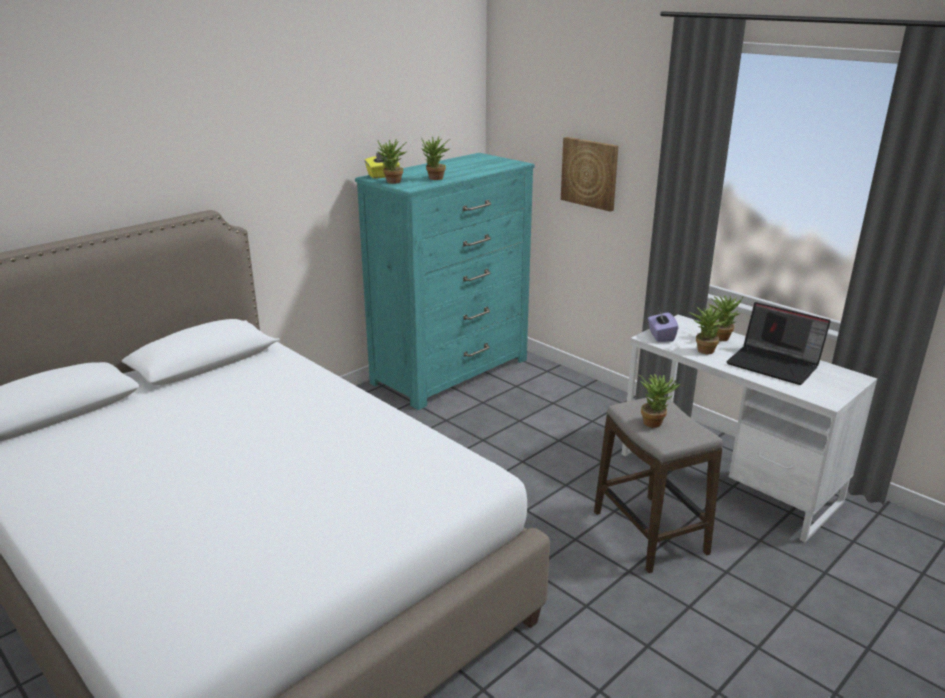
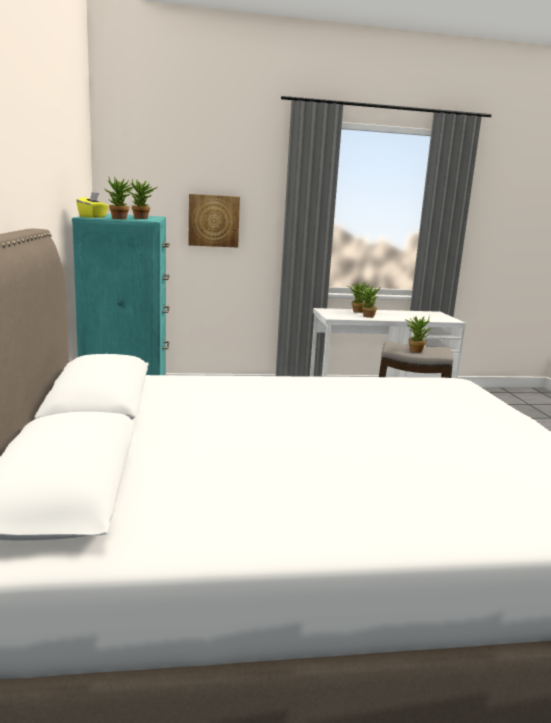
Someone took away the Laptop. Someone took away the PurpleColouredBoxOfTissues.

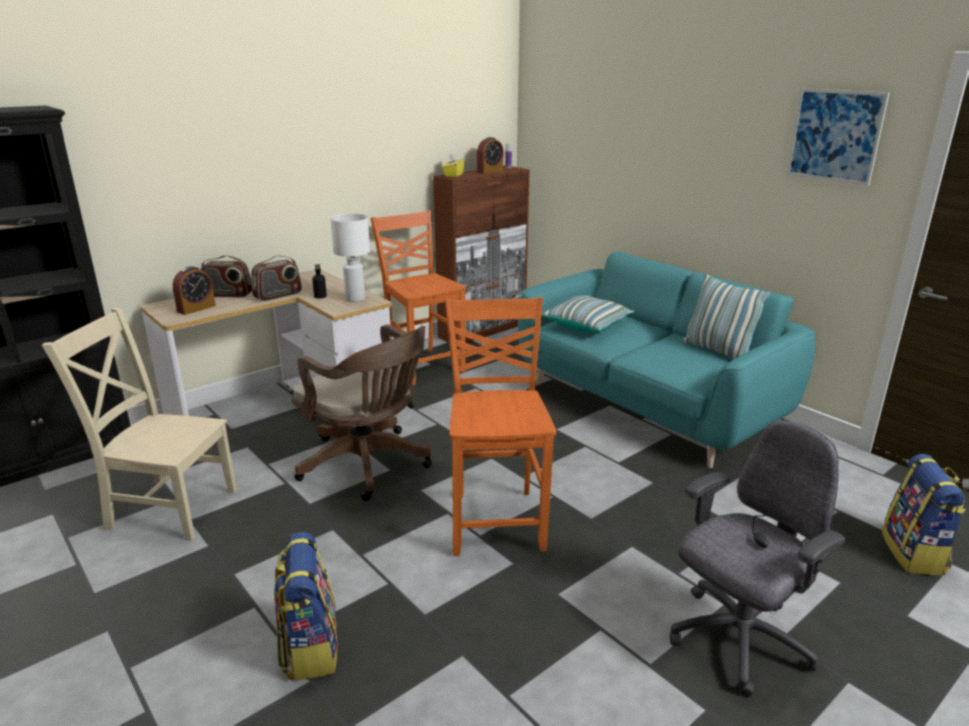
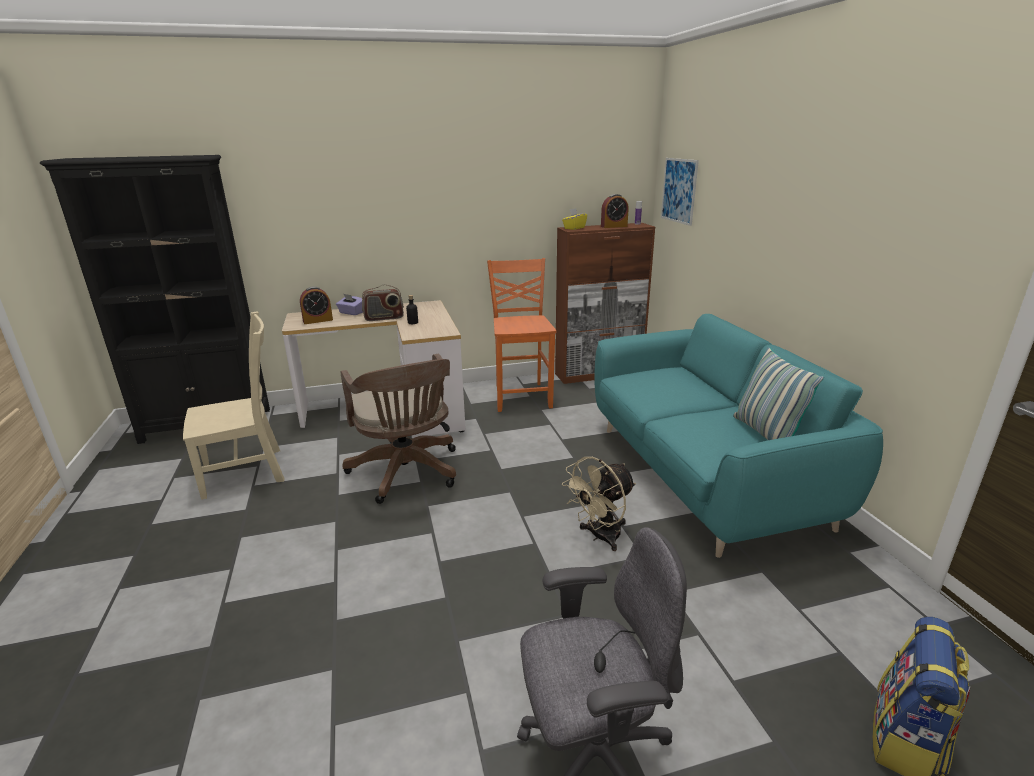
Someone carried the WallArt. Someone took away the WhiteColouredTableLamp. Someone swapped the RadioSet (1st from left) for the PurpleColouredBoxOfTissues. Someone took away the Cushion (1st from left). Someone took away the OrangeColouredPlainChair (2nd from left). Someone rotated the BeigeColouredPlainChair by 120 degrees clockwise. Someone took away the Knapsack (1st from left). Someone put down the BeigeColouredCoolingFan.

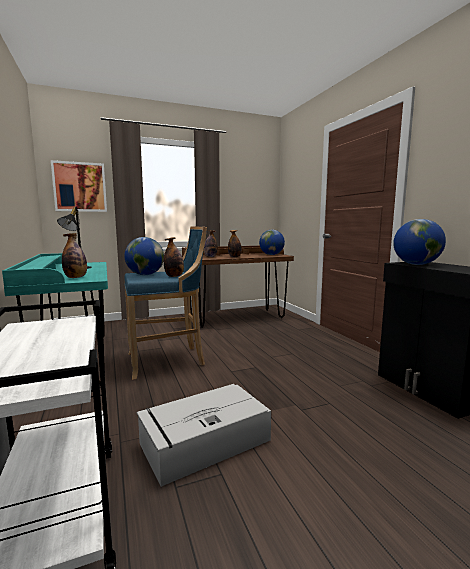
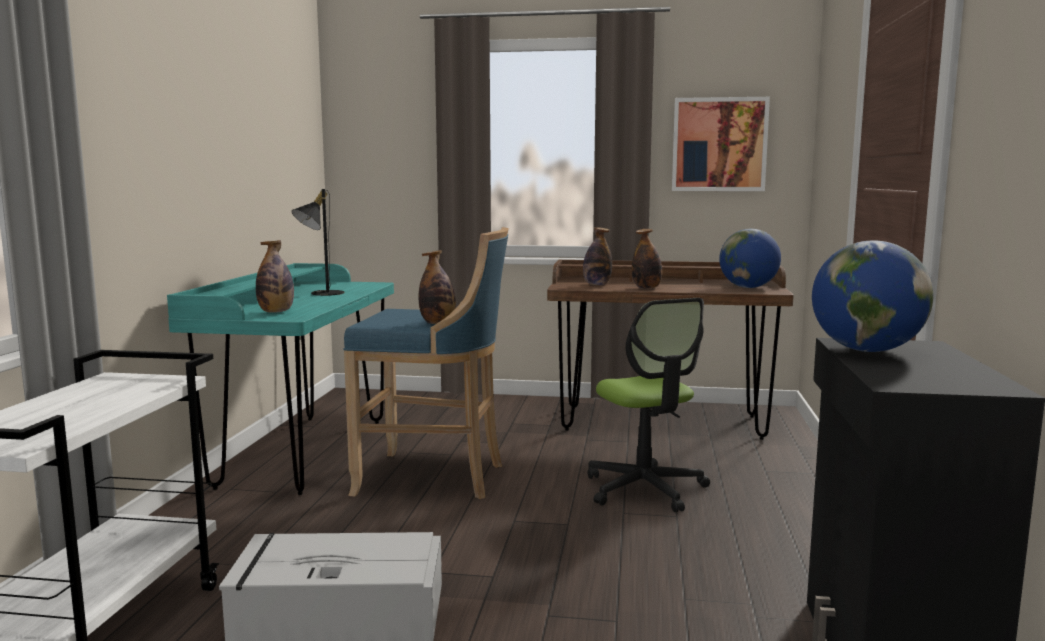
Someone carried the WallArt. Someone took away the DeskGlobe (1st from left). Someone put down the OfficeChair.

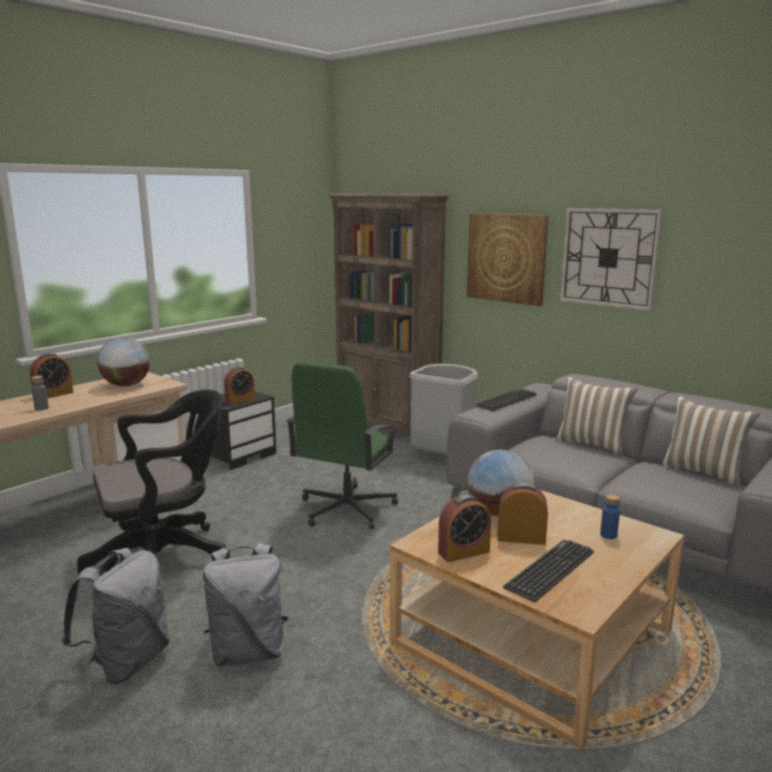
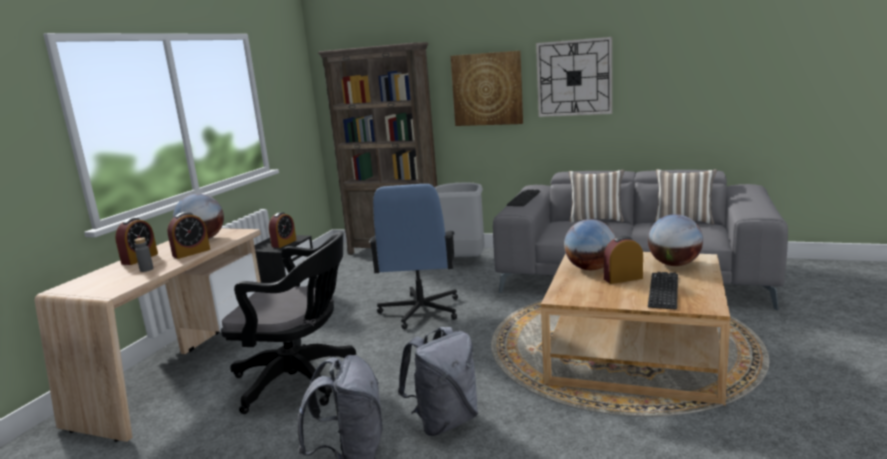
Someone repainted the GreenOfficeChair, which became the BlueOfficeChair. Someone rotated the BlackColouredOfficeChair by 60 degrees clockwise. Someone swapped the BlueBottle for the DeskGlobe (3rd from left). Someone carried the TableClock (3rd from left in the first image).

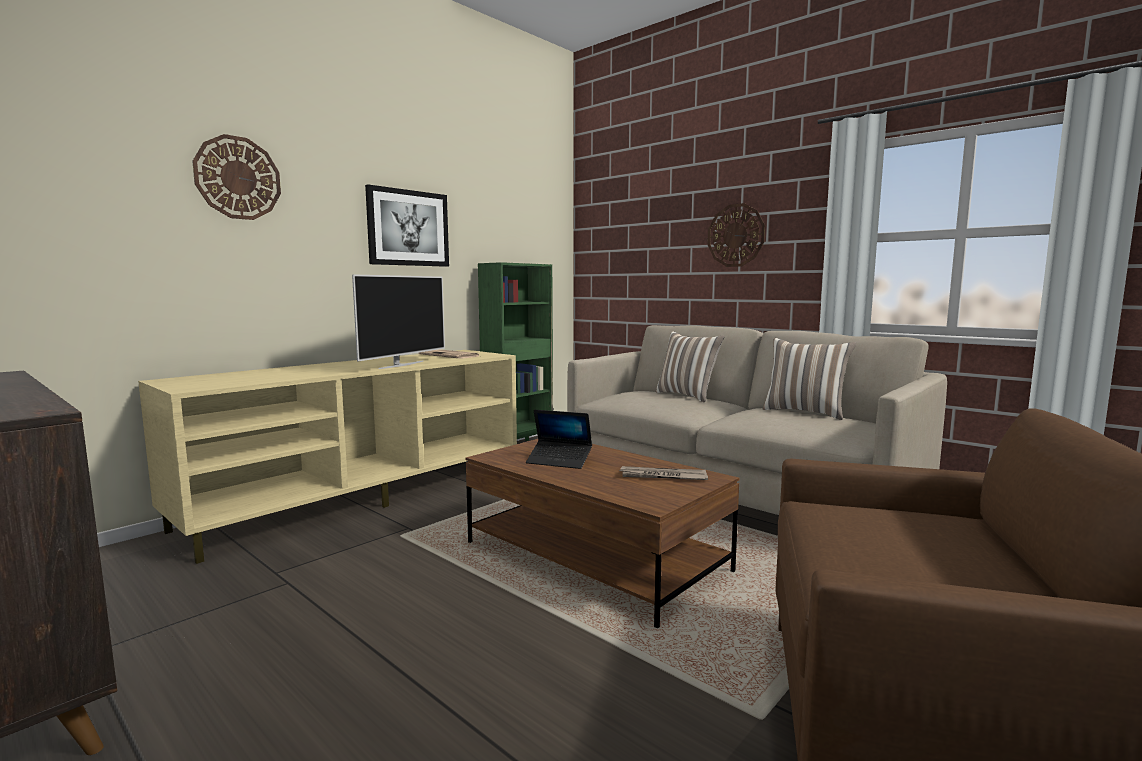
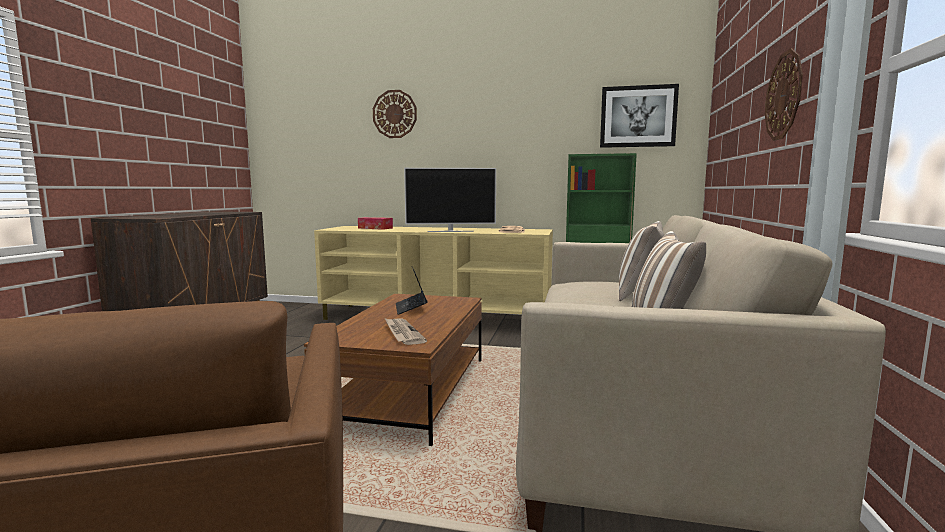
Someone carried the WallArt. Someone put down the BoxOfTissues.

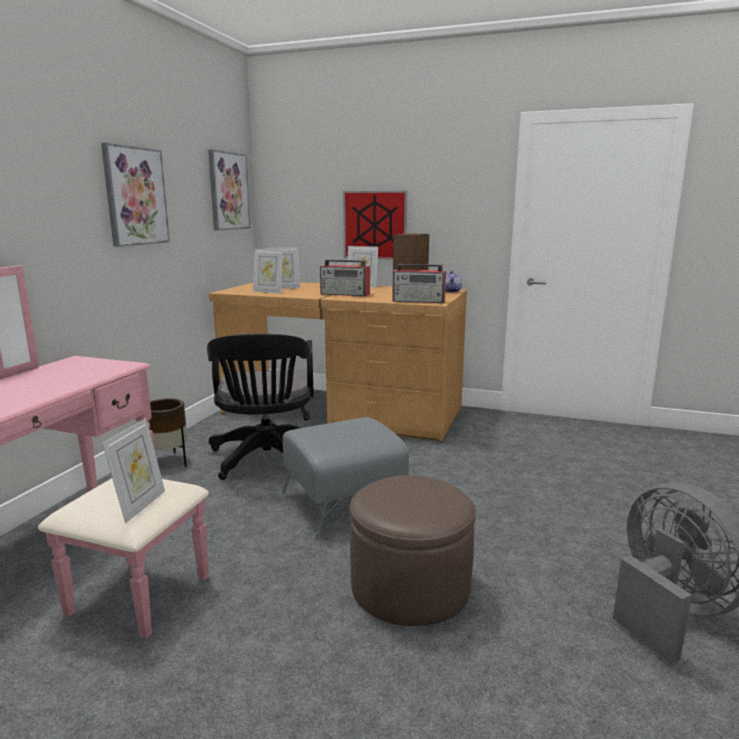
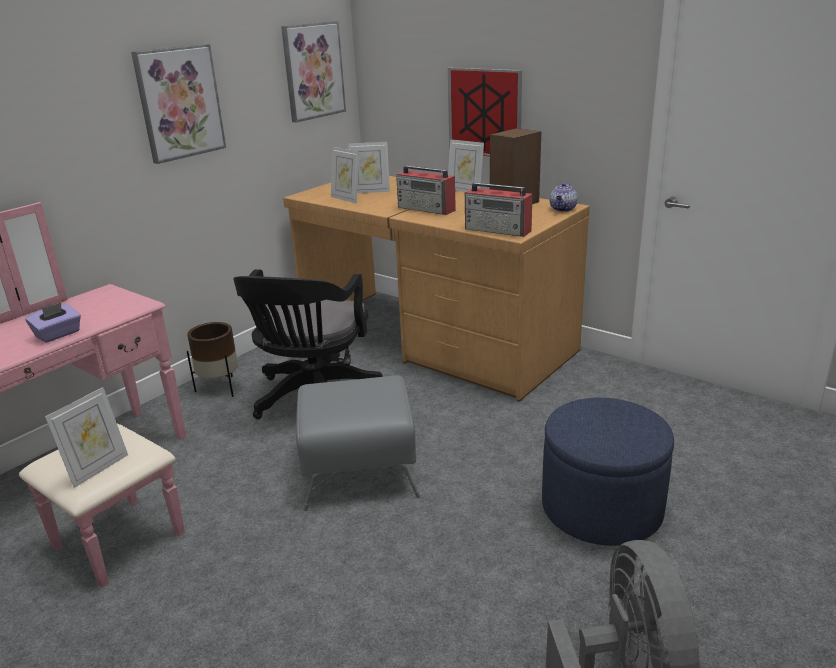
Someone took away the BrownishFootrest. Someone put down the PurpleColouredBoxOfTissues. Someone put down the BlueFootrest.

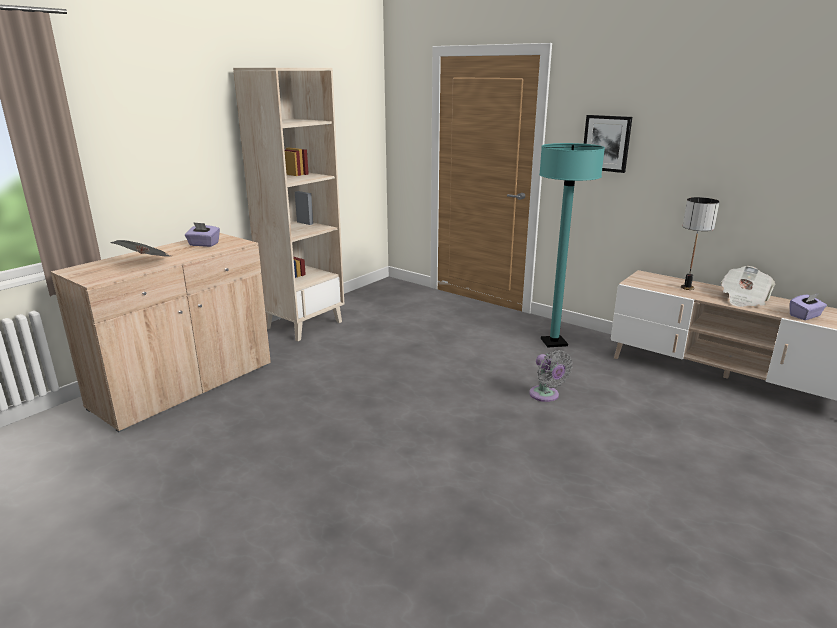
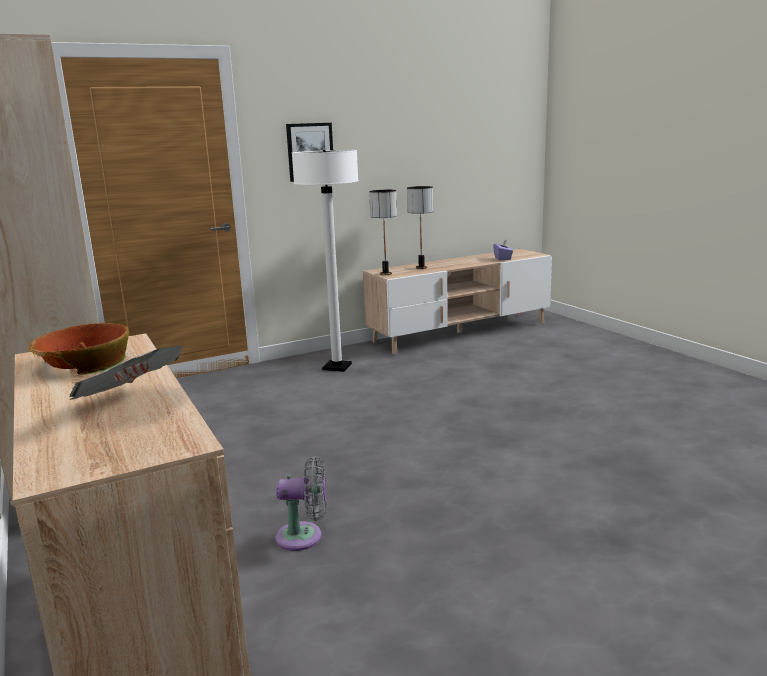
Someone repainted the TurquoiseColouredStandingLamp, which became the WhiteColouredStandingLamp. Someone swapped the PurpleColouredBoxOfTissues (1st from left) for the Bowl. Someone took away the Newspaper (2nd from left). Someone carried the GreyishCoolingFan. Someone put down the TableLamp (1st from left).

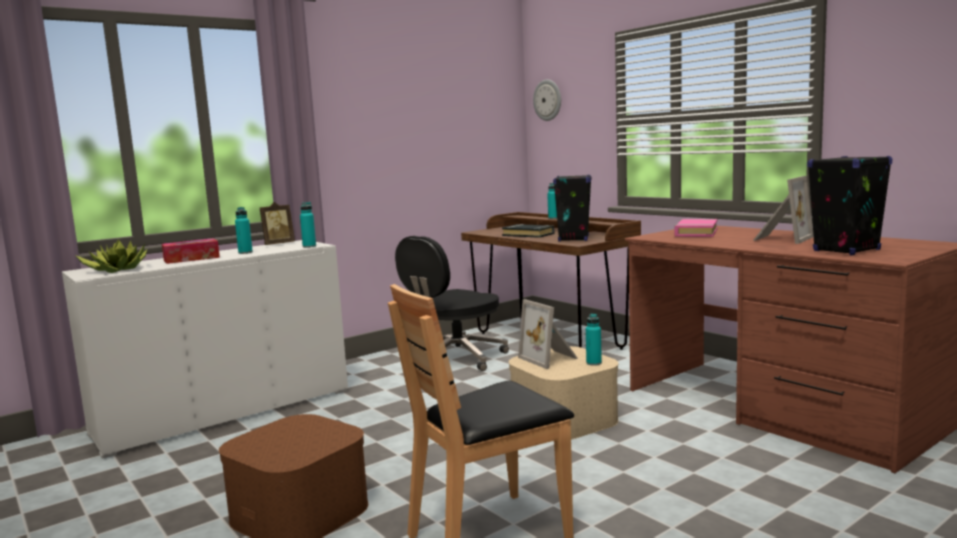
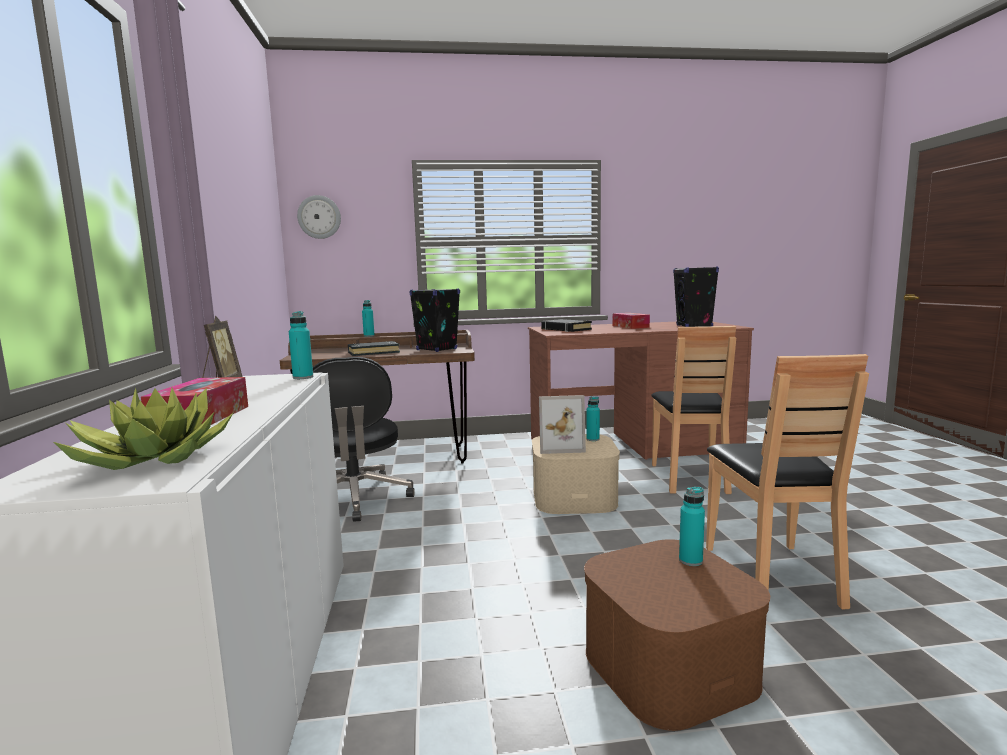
Someone swapped the StandingFrame (3rd from left) for the BoxOfTissues (2nd from left). Someone carried the TurquoiseColouredBottle (1st from left in the first image). Someone repainted the PinkColouredBook, which became the BlackColouredBook (2nd from left). Someone put down the BrownishPlainChair (1st from left).

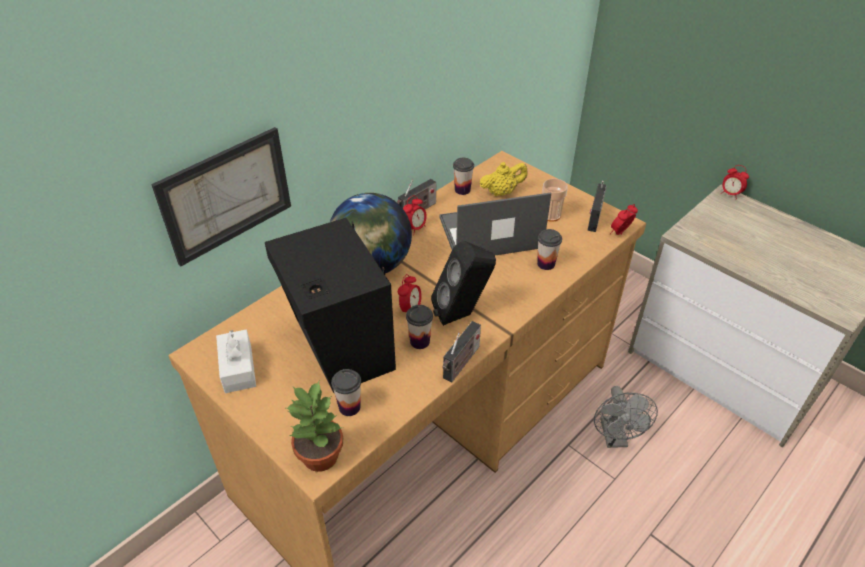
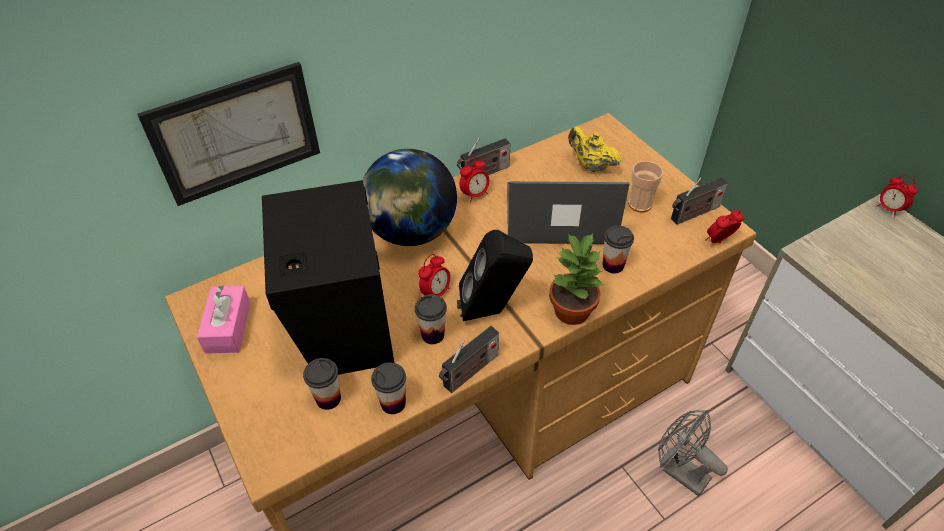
Someone carried the SmallCup (3rd from left in the first image). Someone rotated the YellowPotForTea by 135 degrees counterclockwise. Someone rotated the RadioSet (3rd from left) by 150 degrees counterclockwise. Someone repainted the WhiteColouredBoxOfTissues, which became the PinkColouredBoxOfTissues. Someone carried the Houseplant. Someone rotated the GreyishCoolingFan by 120 degrees clockwise.

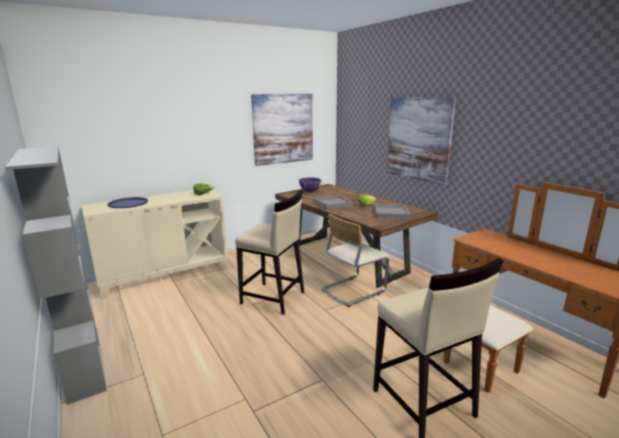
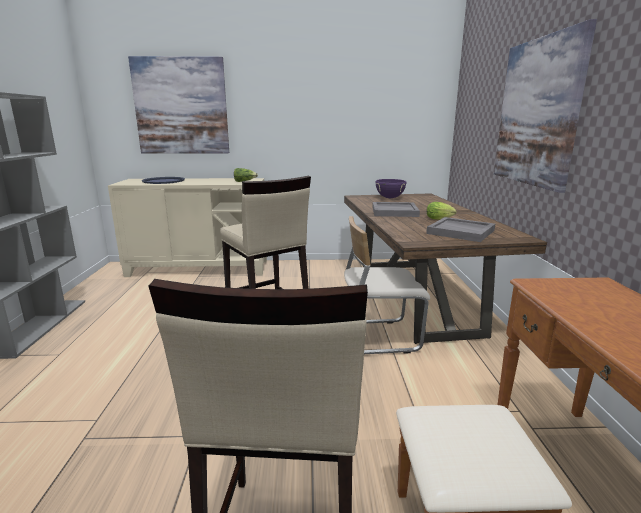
Someone carried the WallArt (1st from left).

